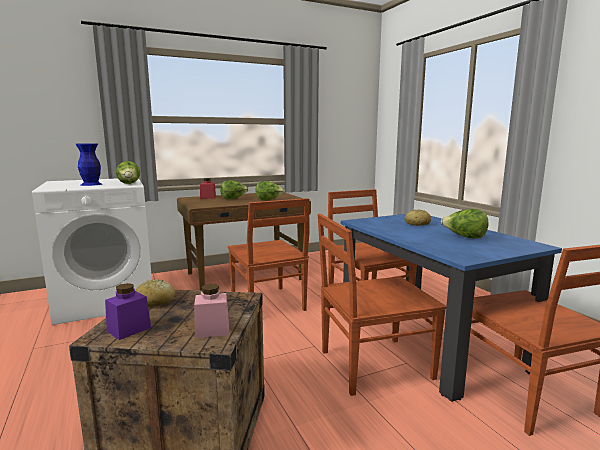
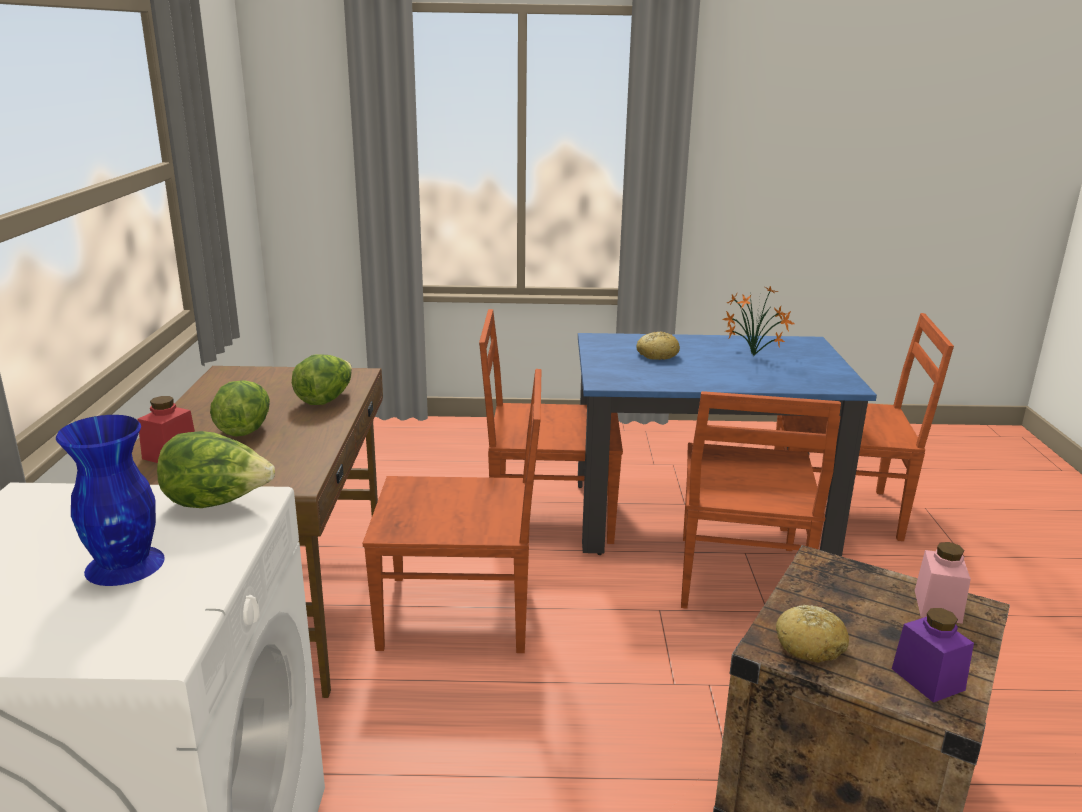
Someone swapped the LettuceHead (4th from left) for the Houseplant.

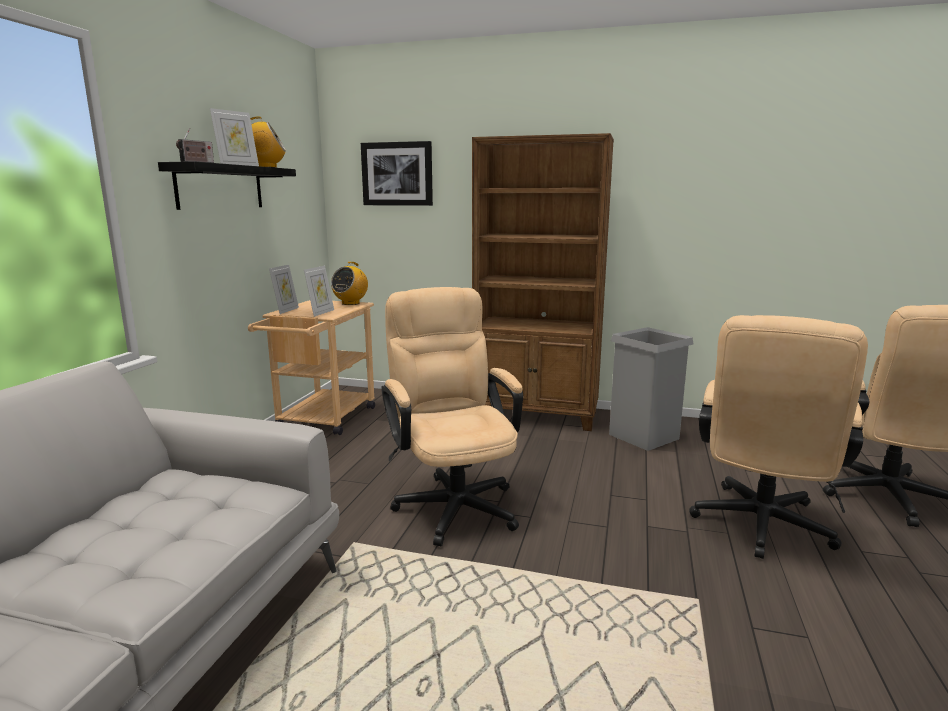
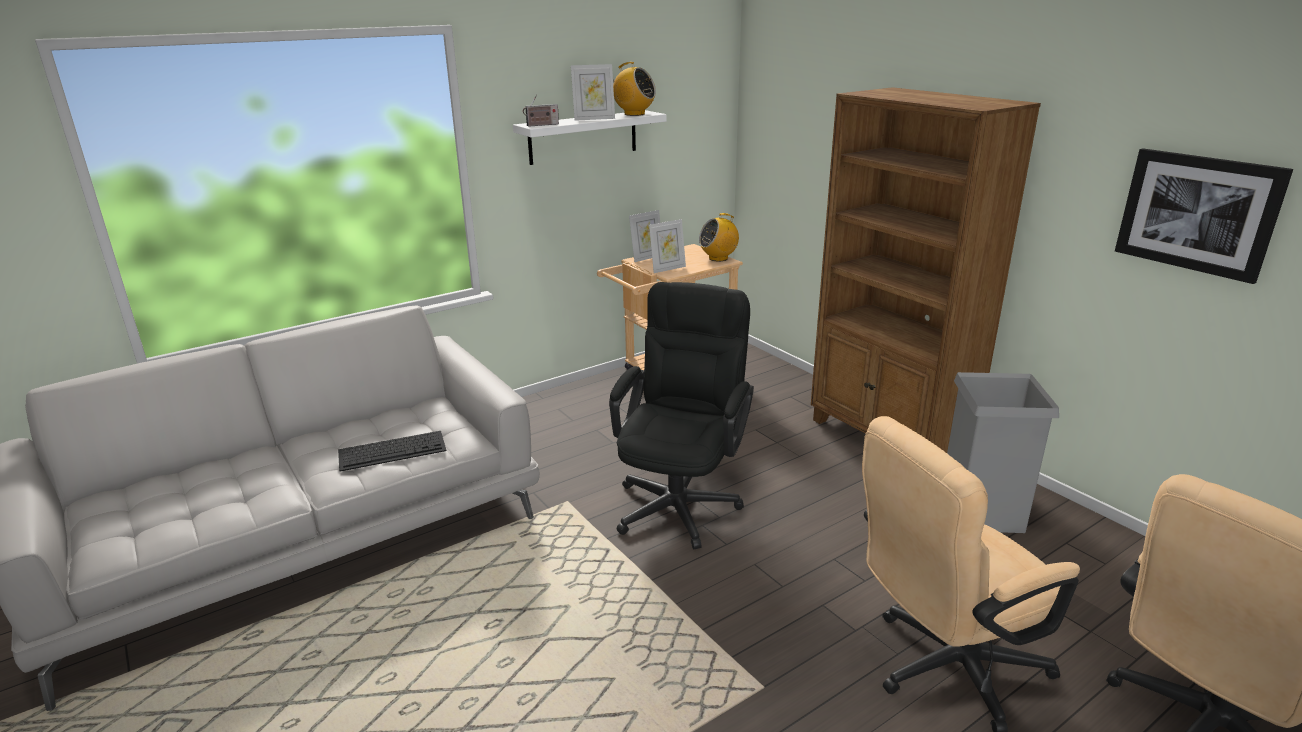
Someone carried the WallArt. Someone repainted the BlackColouredBracketShelf, which became the WhiteColouredBracketShelf. Someone repainted the BeigeColouredOfficeChair (1st from left), which became the BlackColouredOfficeChair. Someone put down the ComputerKeyboard.

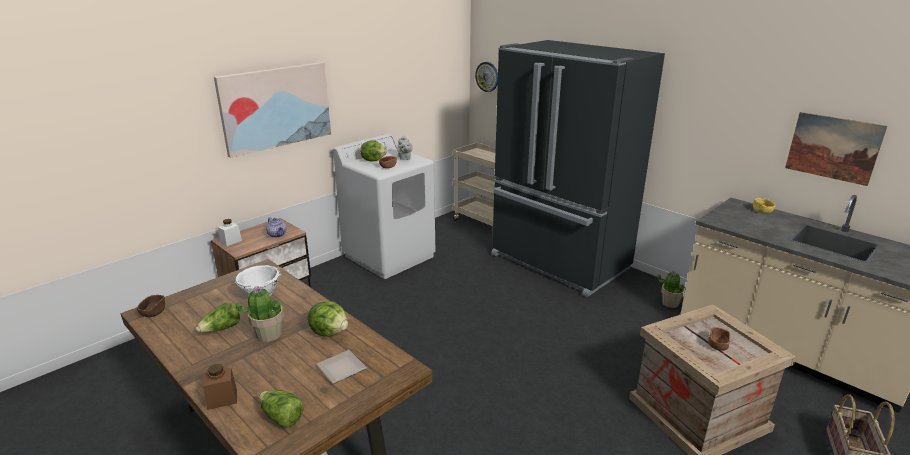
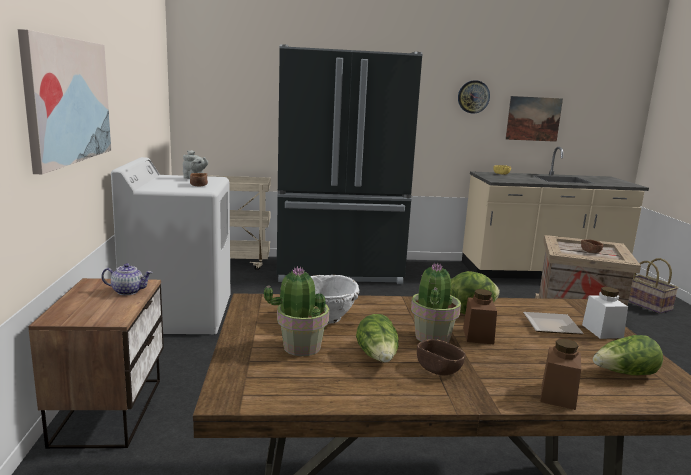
Someone carried the HangingClock. Someone took away the LettuceHead (4th from left). Someone carried the WhiteColouredPreserveJar. Someone carried the Houseplant (2nd from left in the first image). Someone carried the BrownishBowl (1st from left in the first image). Someone put down the BrownishPreserveJar (1st from left).

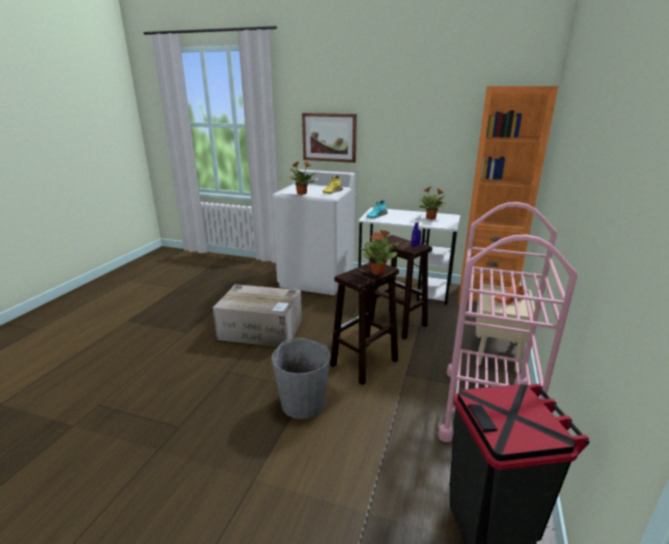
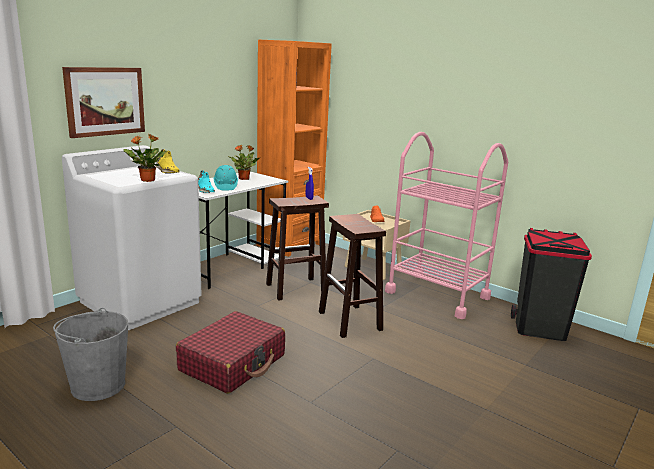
Someone took away the Houseplant (2nd from left). Someone swapped the PackingBox for the ReddishPieceOfLuggage. Someone carried the GreyishPail. Someone put down the TurquoiseColouredSafetyHelmet.

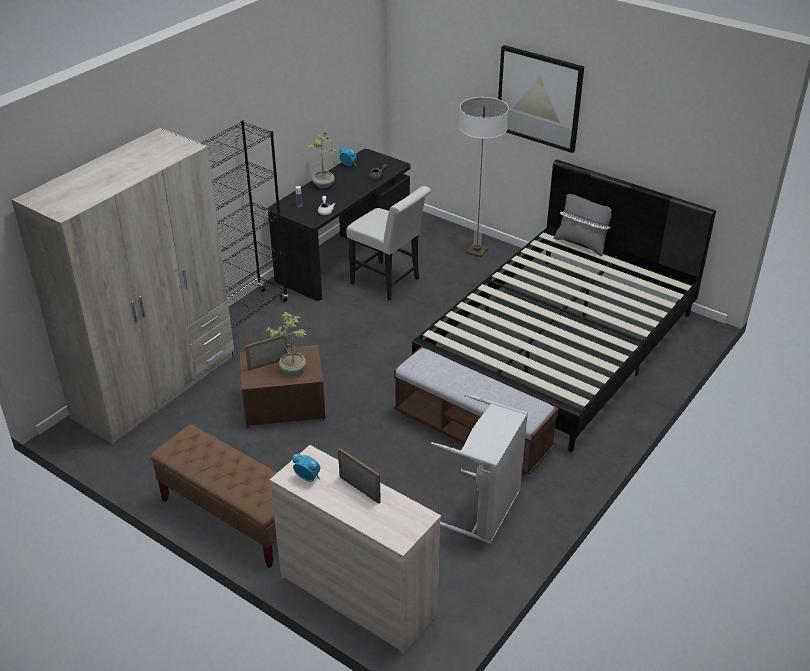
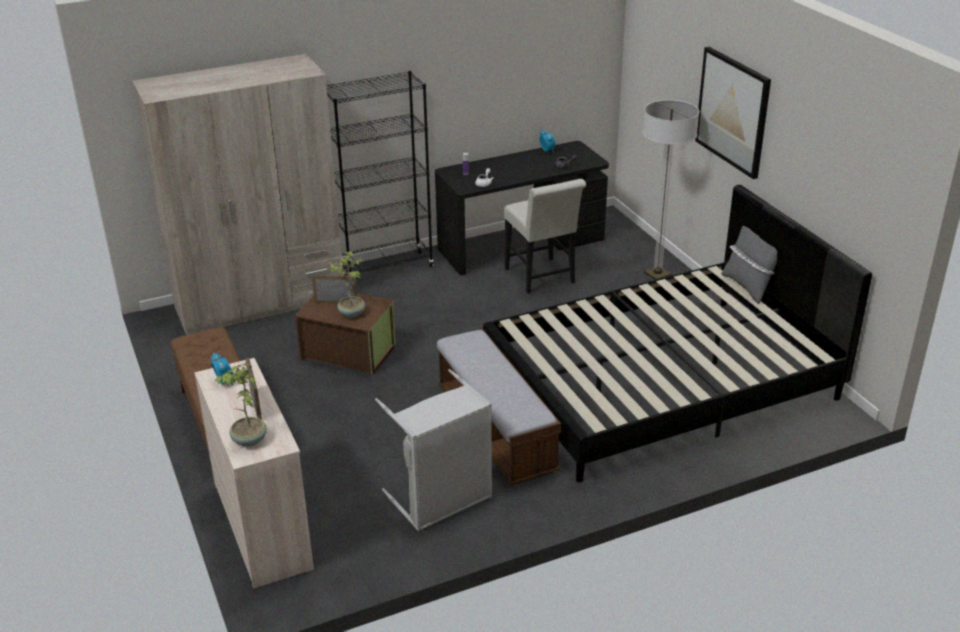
Someone carried the Houseplant (2nd from left in the first image).

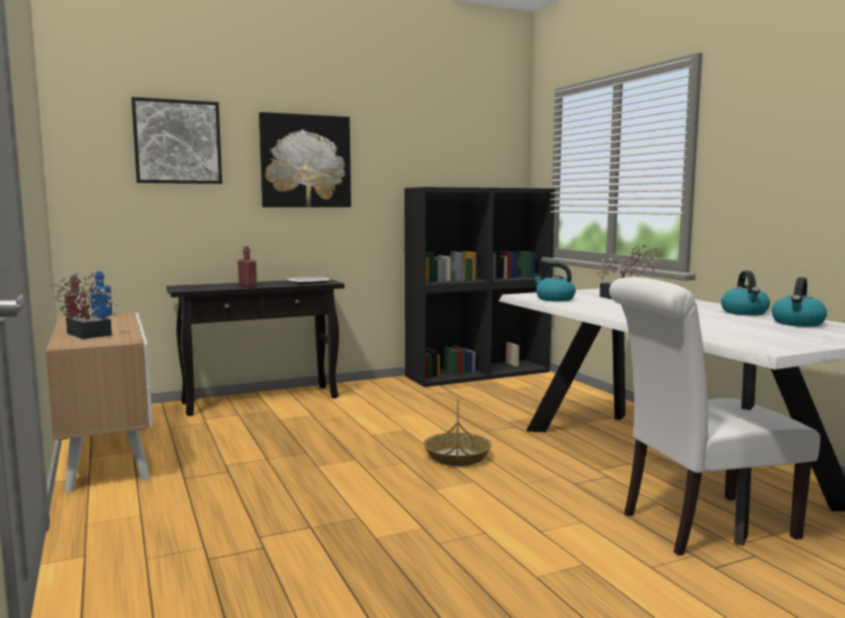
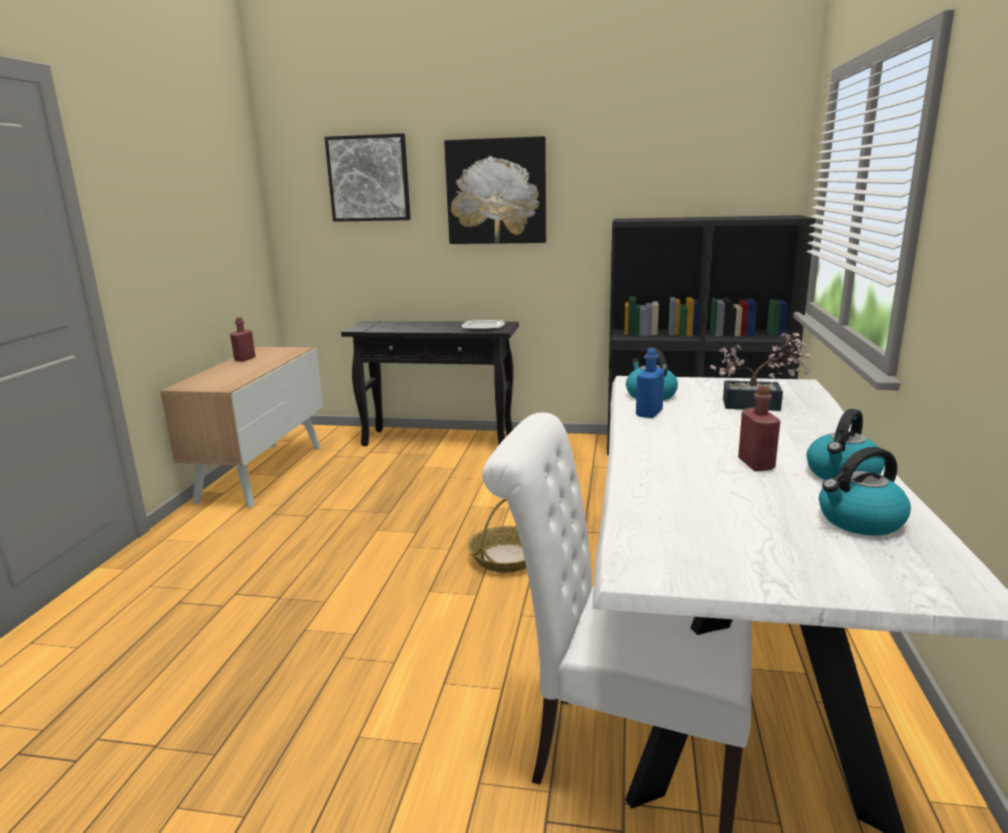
Someone carried the ReddishBottle (2nd from left). Someone carried the BlueBottle. Someone took away the Houseplant (1st from left).

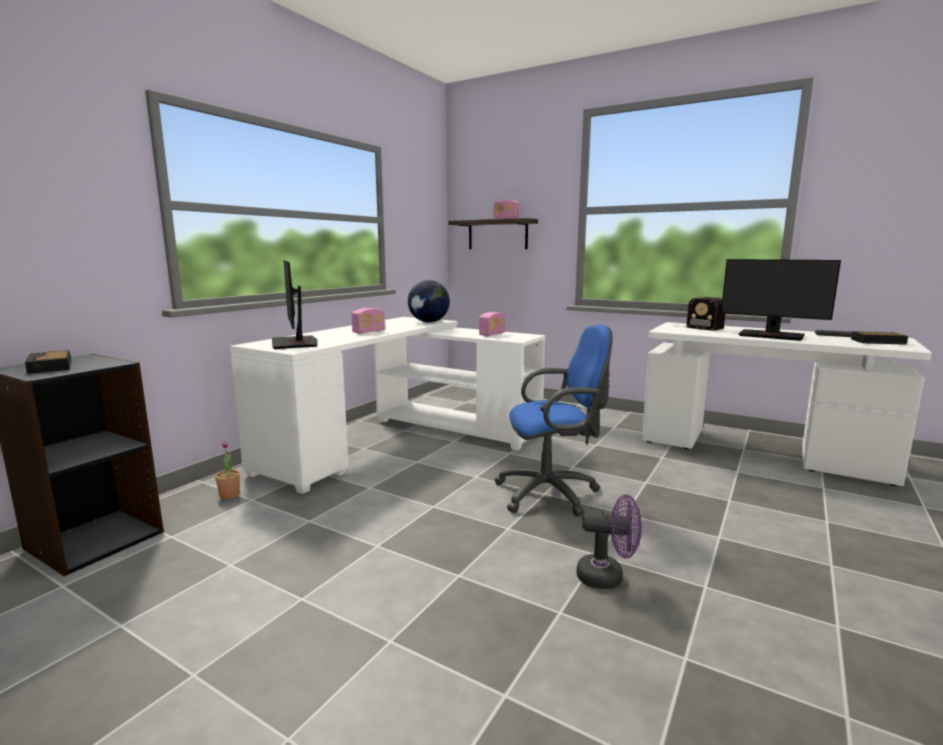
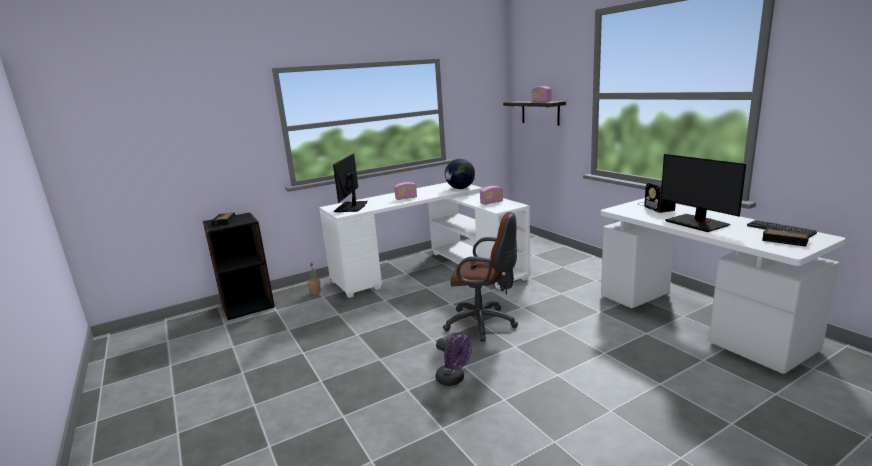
Someone repainted the BlueOfficeChair, which became the BrownishOfficeChair.

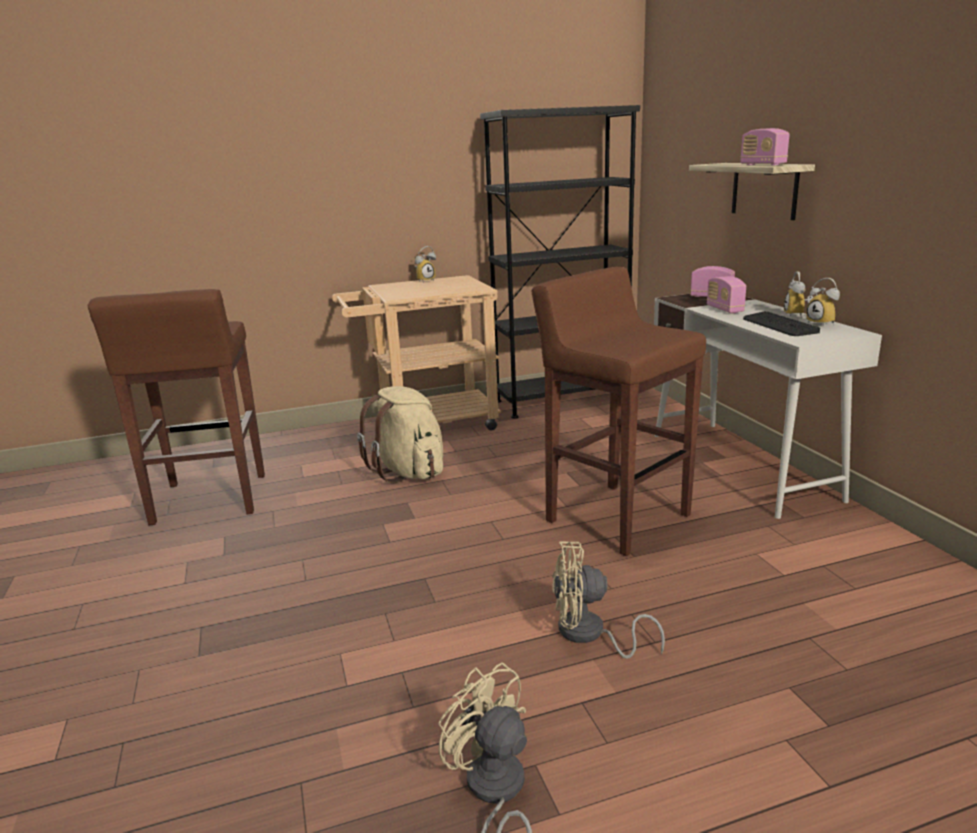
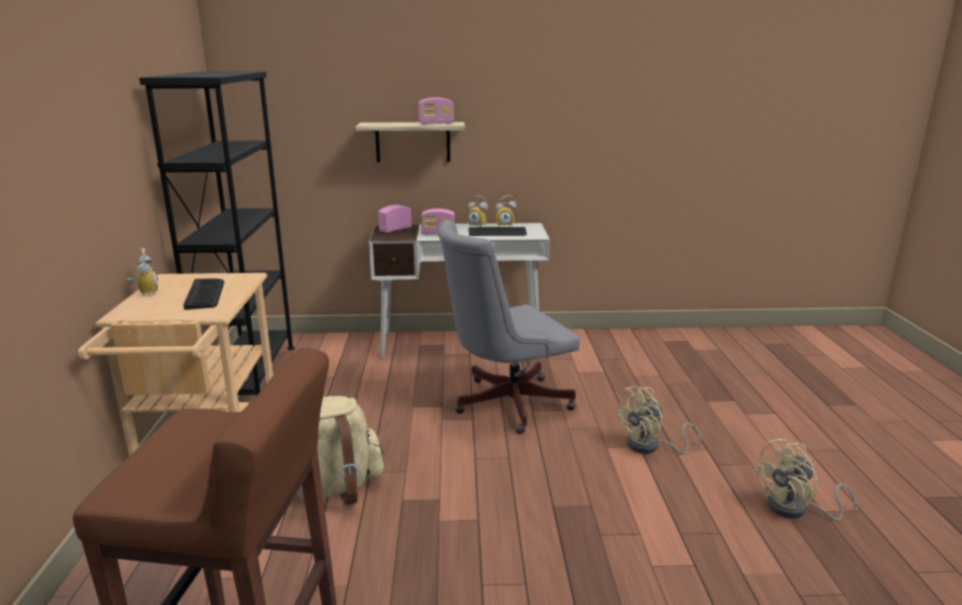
Someone swapped the BrownishStoolSeat (2nd from left) for the GreyishOfficeChair. Someone rotated the BeigeColouredCoolingFan (2nd from left in the first image) by 45 degrees clockwise. Someone put down the ComputerKeyboard (1st from left).

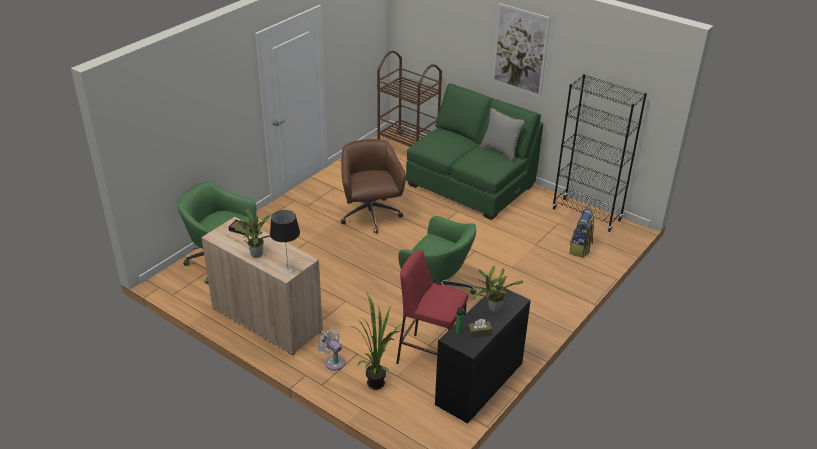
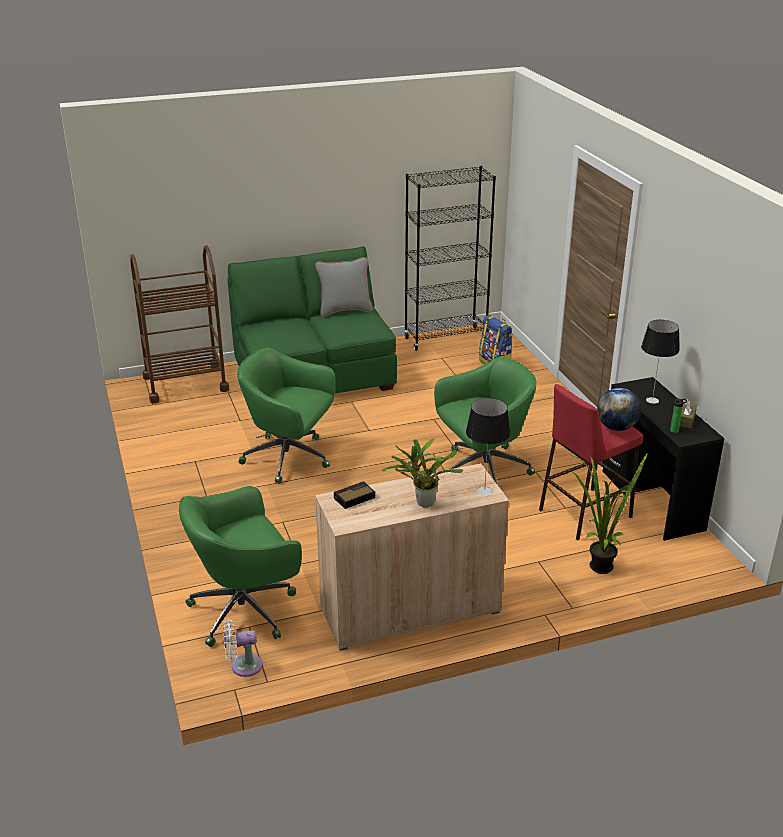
Someone took away the WallArt. Someone repainted the BrownishOfficeChair, which became the GreenOfficeChair (2nd from left). Someone swapped the Houseplant (3rd from left) for the TableLamp (2nd from left). Someone carried the WhiteColouredCoolingFan. Someone put down the DeskGlobe.

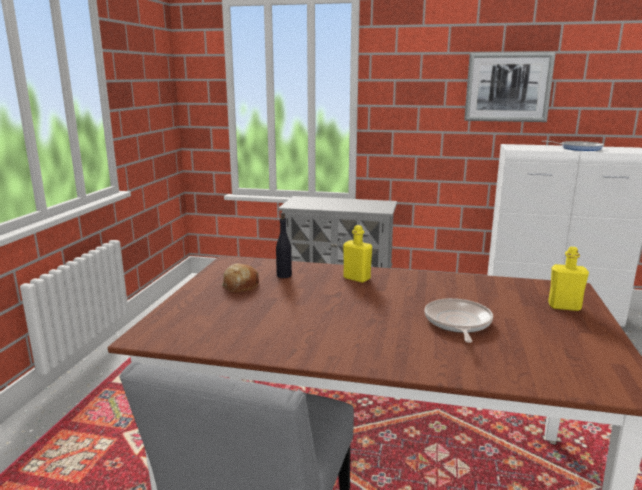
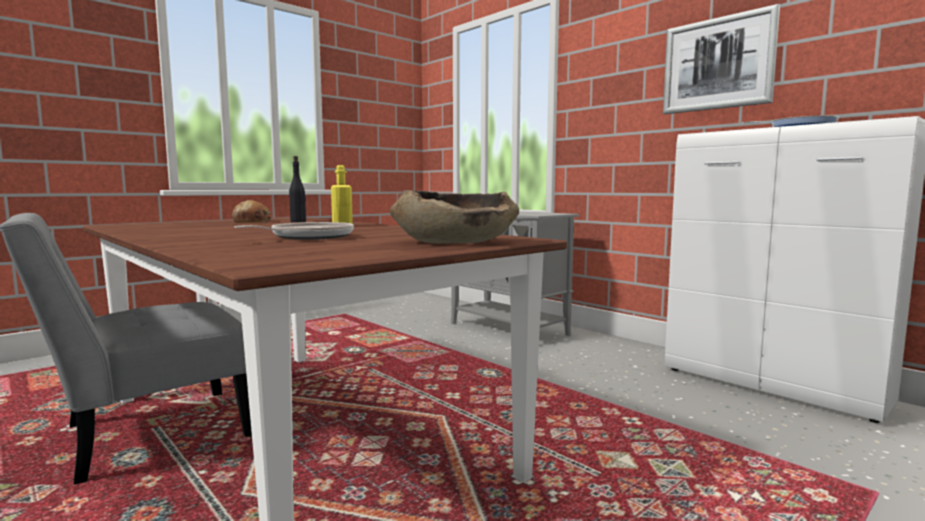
Someone swapped the YellowBottle (2nd from left) for the BrownishBowl.

